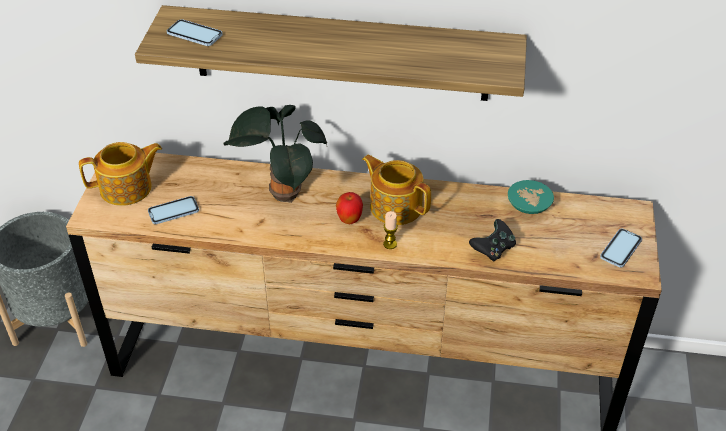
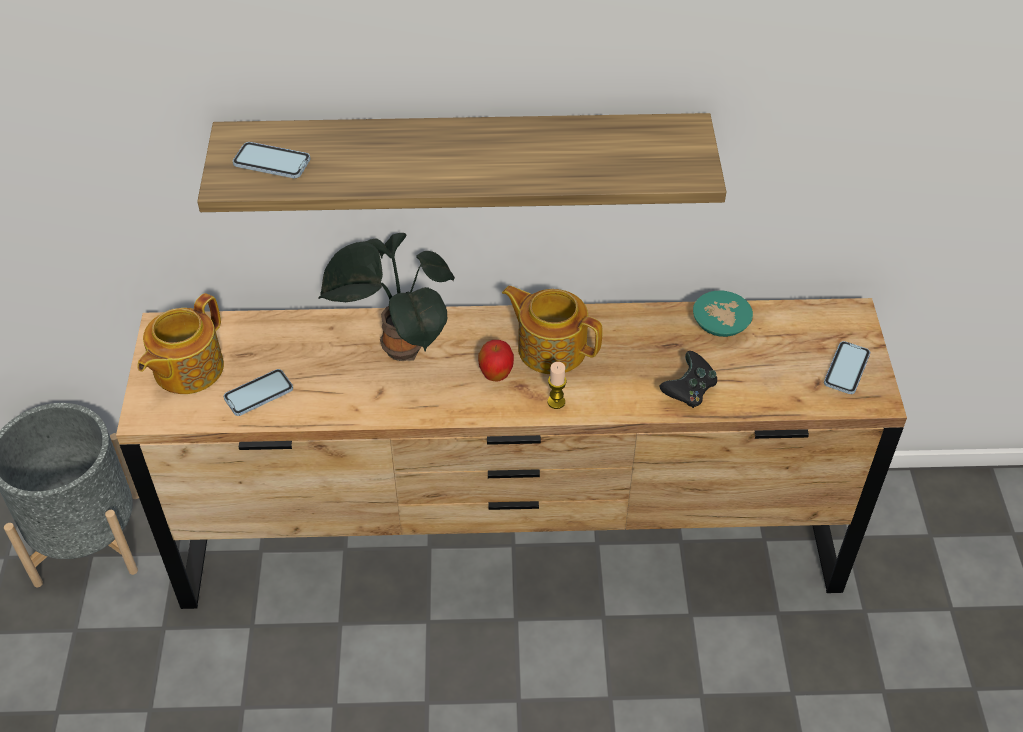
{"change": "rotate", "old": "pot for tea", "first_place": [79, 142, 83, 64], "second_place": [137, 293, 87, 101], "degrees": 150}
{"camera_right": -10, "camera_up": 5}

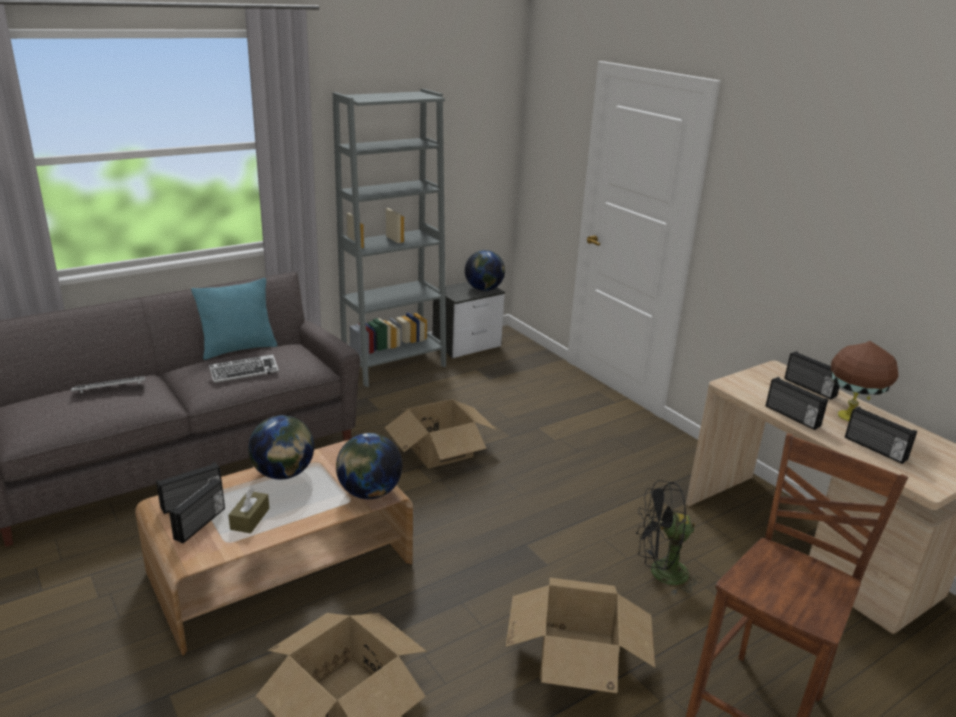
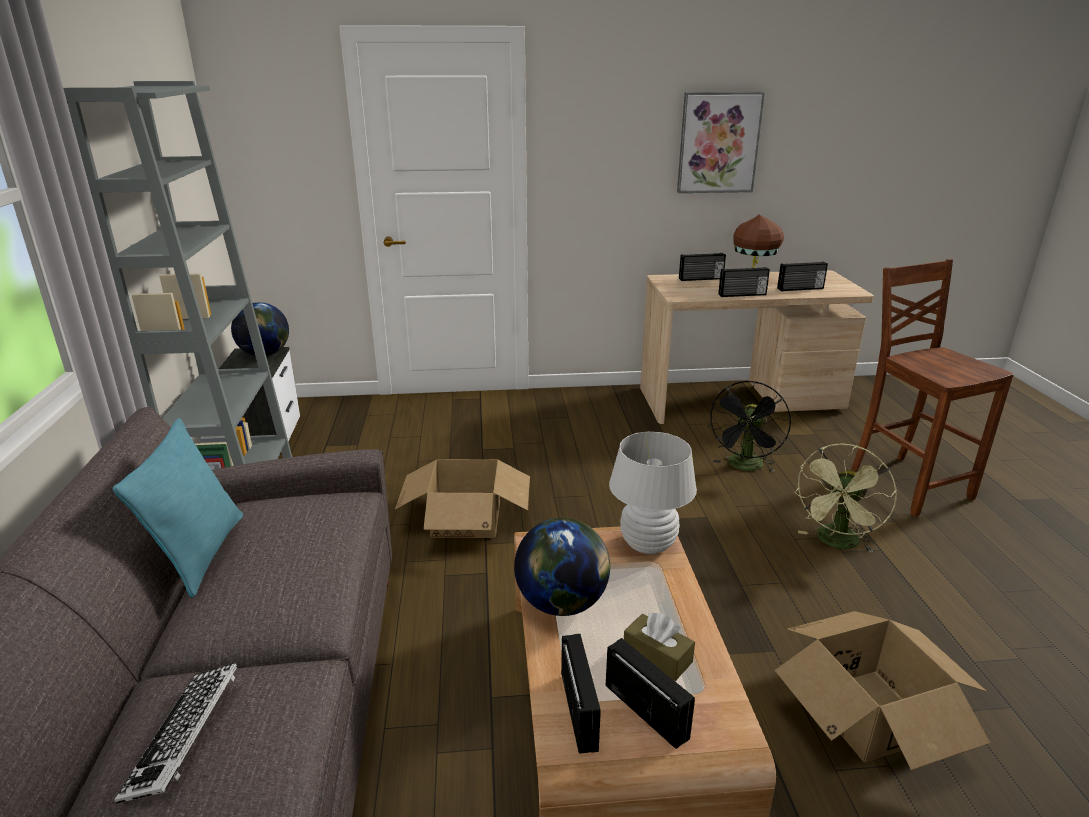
{"change": "delete", "old": "PC keyboard", "first_place": [209, 354, 70, 29]}
{"change": "replace", "old": "desk globe", "new": "white table lamp", "first_place": [336, 433, 66, 66], "second_place": [609, 432, 88, 122]}
{"change": "replace", "old": "carton", "new": "greenish electric fan", "first_place": [506, 578, 149, 115], "second_place": [794, 444, 103, 109]}
{"change": "insert", "new": "wall picture", "second_place": [677, 92, 88, 101]}
{"camera_right": -60, "camera_up": 0}

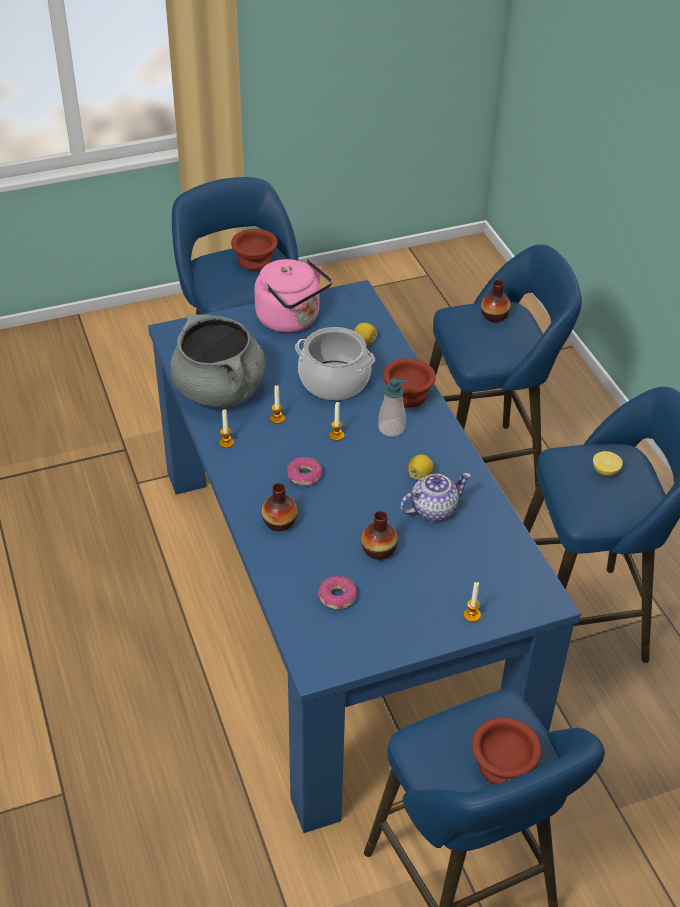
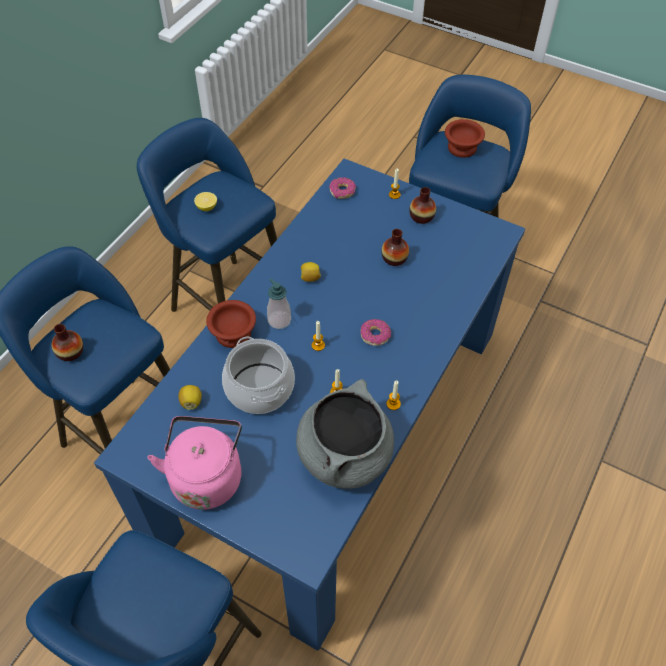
{"change": "delete", "old": "brown-coloured deep dish", "first_place": [231, 229, 47, 42]}
{"change": "delete", "old": "pot for tea", "first_place": [400, 473, 71, 48]}
{"change": "move", "old": "decorative vase", "first_place": [262, 483, 35, 48], "second_place": [409, 187, 27, 37]}
{"change": "move", "old": "donut", "first_place": [318, 576, 39, 33], "second_place": [329, 177, 27, 22]}
{"camera_right": -130, "camera_up": 10}

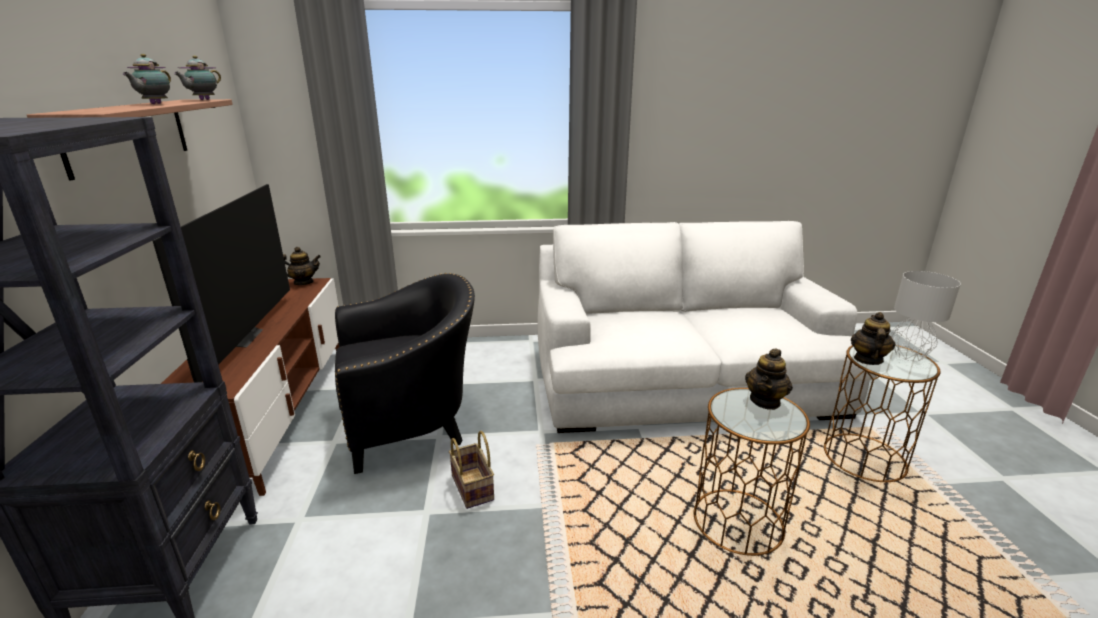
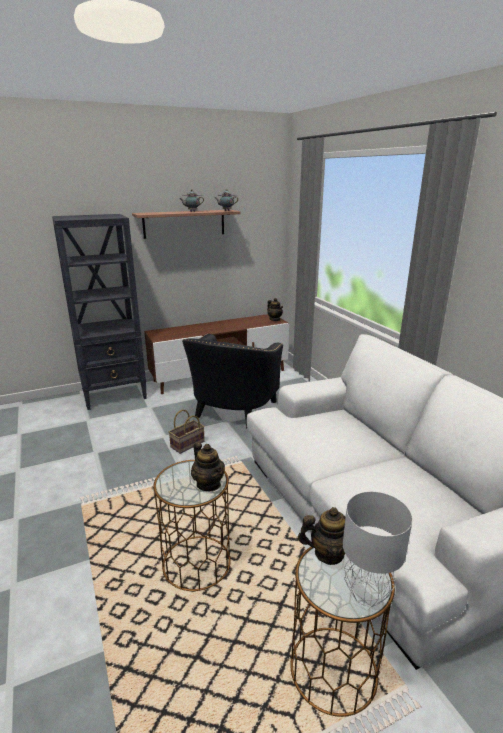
{"change": "delete", "old": "TV set", "first_place": [153, 184, 137, 199]}
{"change": "rotate", "old": "black lounge chair", "first_place": [335, 273, 140, 201], "second_place": [182, 334, 101, 94], "degrees": 60}
{"change": "rotate", "old": "pot for tea", "first_place": [745, 349, 48, 61], "second_place": [191, 442, 34, 49], "degrees": -135}
{"camera_right": 70, "camera_up": 0}

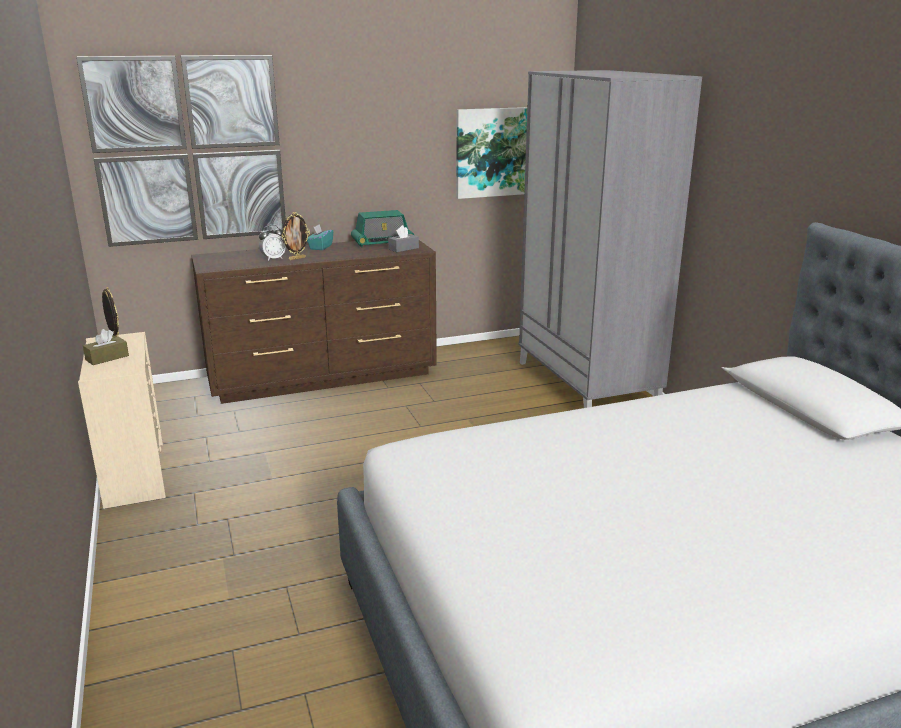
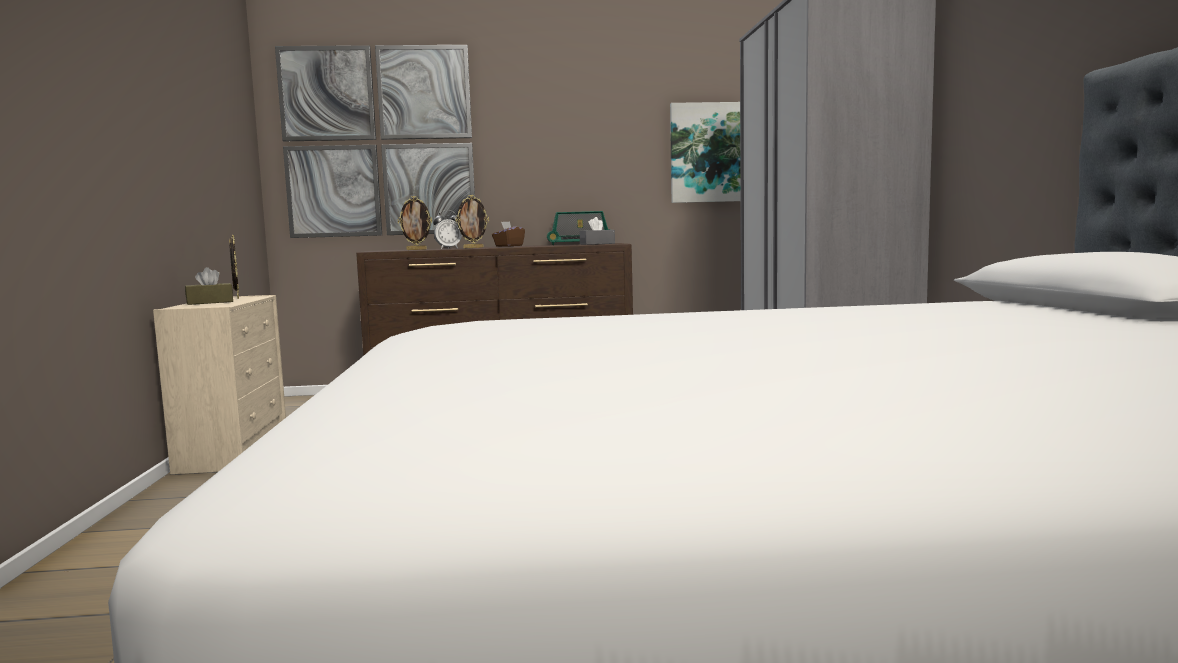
{"change": "recolor", "old": "turquoise box of tissues", "new": "brown-coloured box of tissues", "first_place": [307, 224, 26, 26], "second_place": [492, 221, 33, 26]}
{"change": "insert", "new": "standing frame", "second_place": [398, 196, 34, 54]}
{"camera_right": 15, "camera_up": -15}

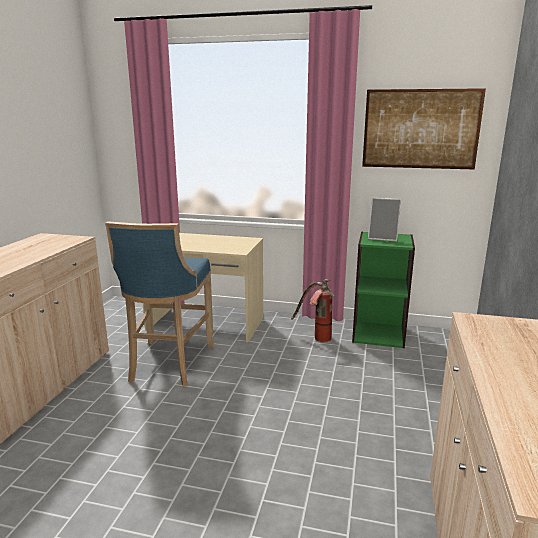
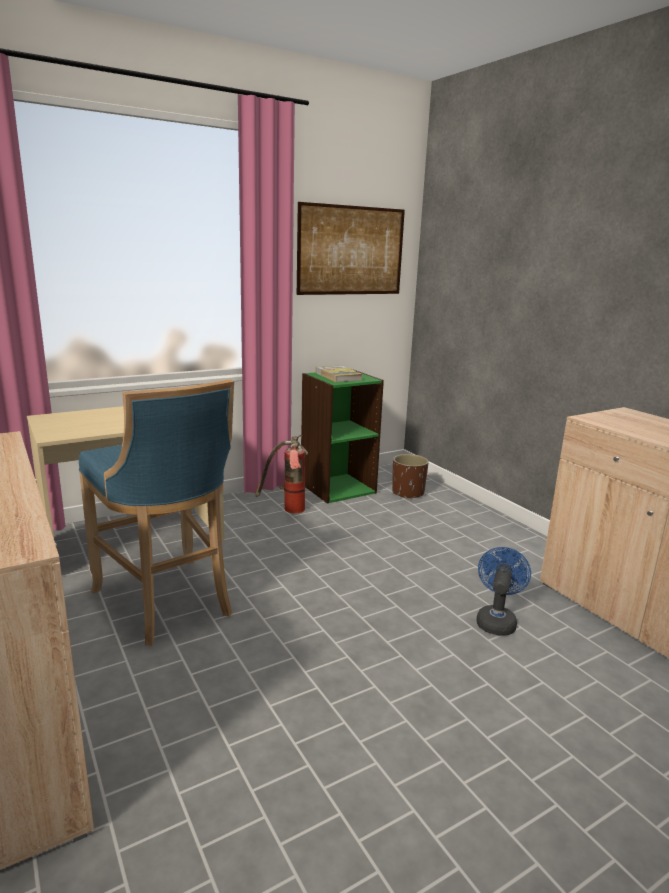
{"change": "replace", "old": "standing frame", "new": "bound book", "first_place": [368, 198, 33, 44], "second_place": [315, 365, 47, 17]}
{"change": "insert", "new": "brown-coloured planter", "second_place": [392, 454, 37, 46]}
{"change": "insert", "new": "blue-coloured electric fan", "second_place": [476, 547, 55, 89]}
{"camera_right": -45, "camera_up": 0}

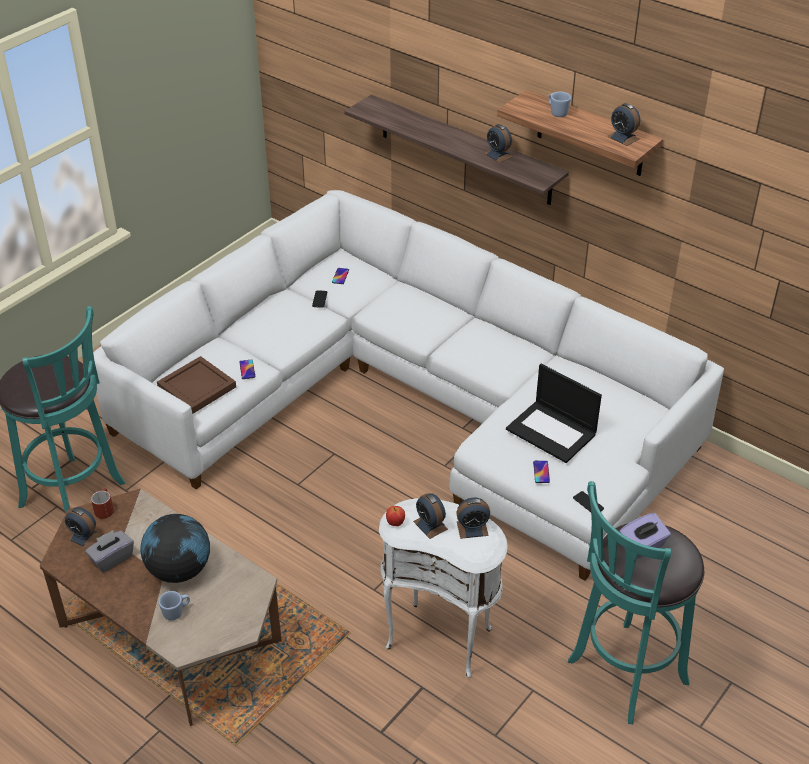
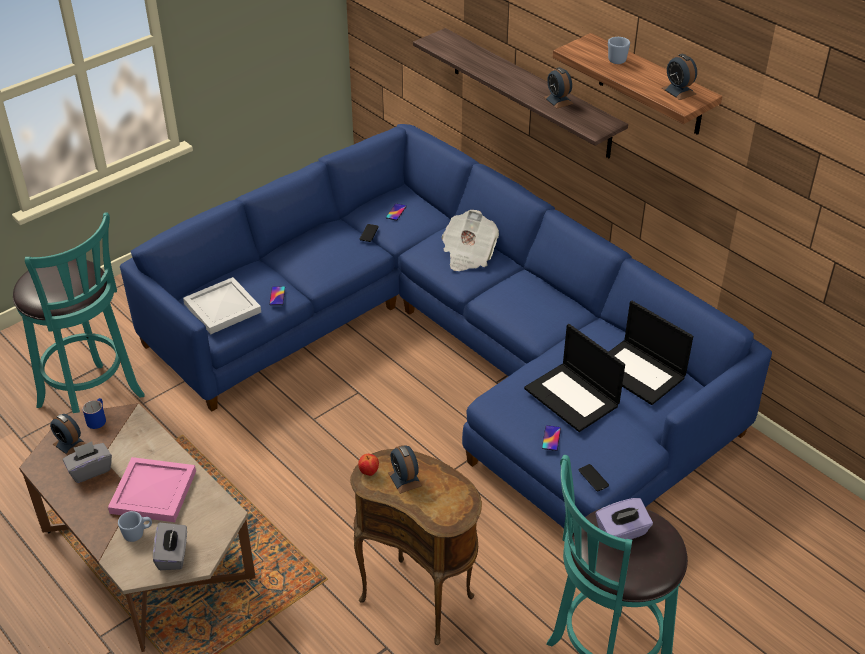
{"change": "recolor", "old": "white sofa", "new": "blue-coloured sofa", "first_place": [93, 190, 631, 391], "second_place": [120, 124, 652, 404]}
{"change": "recolor", "old": "brown-coloured serving tray", "new": "white serving tray", "first_place": [157, 356, 79, 58], "second_place": [183, 277, 78, 57]}
{"change": "recolor", "old": "red-coloured mug", "new": "blue-coloured mug", "first_place": [91, 488, 23, 31], "second_place": [82, 398, 24, 31]}
{"change": "recolor", "old": "white end table", "new": "brown-coloured end table", "first_place": [379, 498, 129, 180], "second_place": [350, 449, 132, 196]}
{"change": "delete", "old": "alarm clock", "first_place": [456, 498, 34, 41]}
{"change": "replace", "old": "desk globe", "new": "pink-coloured serving tray", "first_place": [140, 514, 70, 69], "second_place": [108, 457, 88, 65]}
{"change": "insert", "new": "printed paper", "second_place": [442, 210, 57, 61]}
{"change": "insert", "new": "laptop", "second_place": [609, 301, 84, 104]}
{"change": "insert", "new": "grey box of tissues", "second_place": [153, 522, 34, 48]}
{"camera_right": 10, "camera_up": 0}

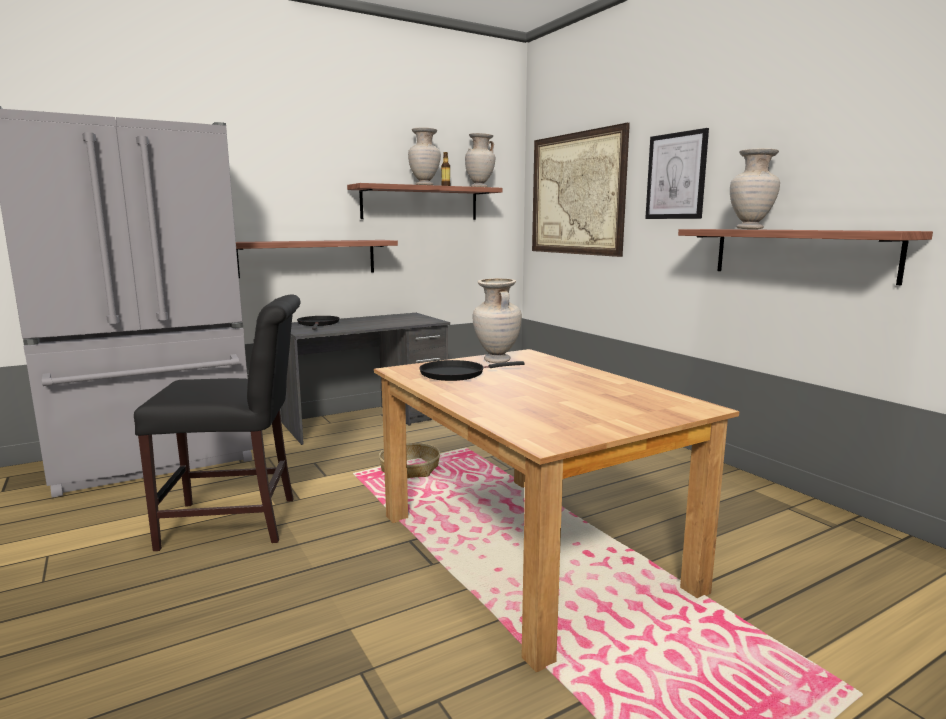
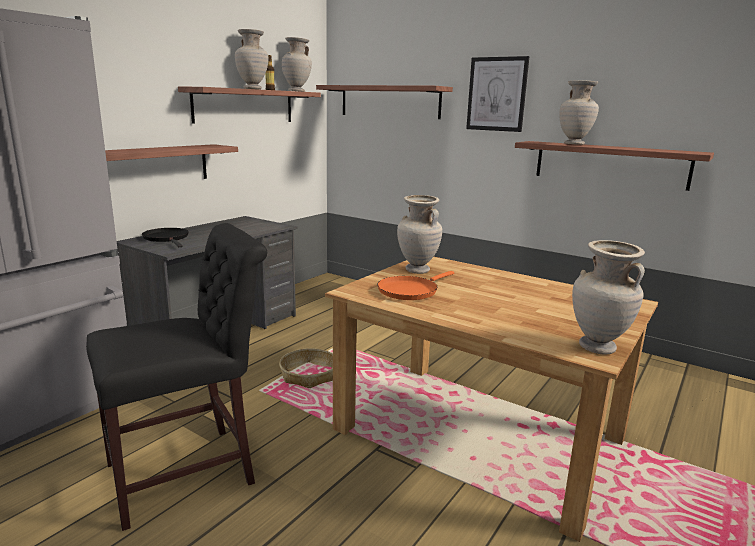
{"change": "replace", "old": "wall picture", "new": "bracket shelf", "first_place": [532, 123, 98, 134], "second_place": [316, 85, 137, 34]}
{"change": "recolor", "old": "black frying pan", "new": "orange-coloured frying pan", "first_place": [419, 360, 106, 21], "second_place": [377, 271, 77, 29]}
{"change": "insert", "new": "sand-coloured decorative vase", "second_place": [572, 240, 73, 115]}
{"camera_right": -25, "camera_up": 5}

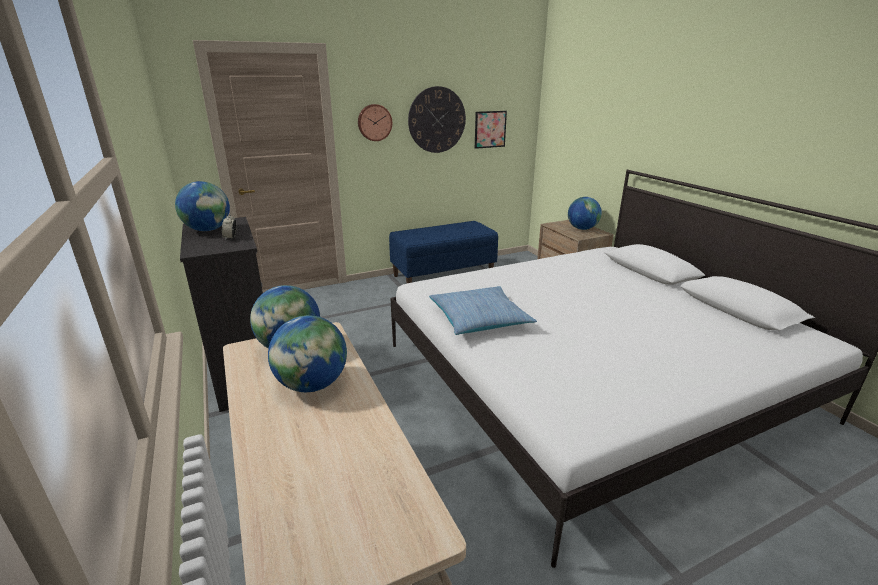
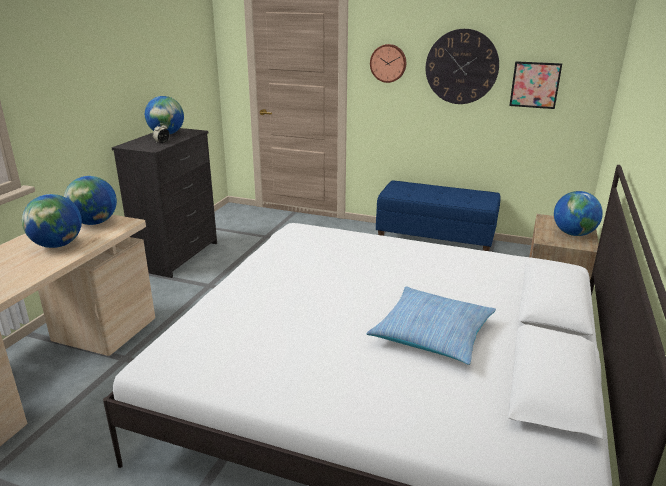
{"change": "move", "old": "pillow", "first_place": [429, 286, 108, 49], "second_place": [367, 286, 129, 79]}
{"camera_right": 45, "camera_up": 0}

